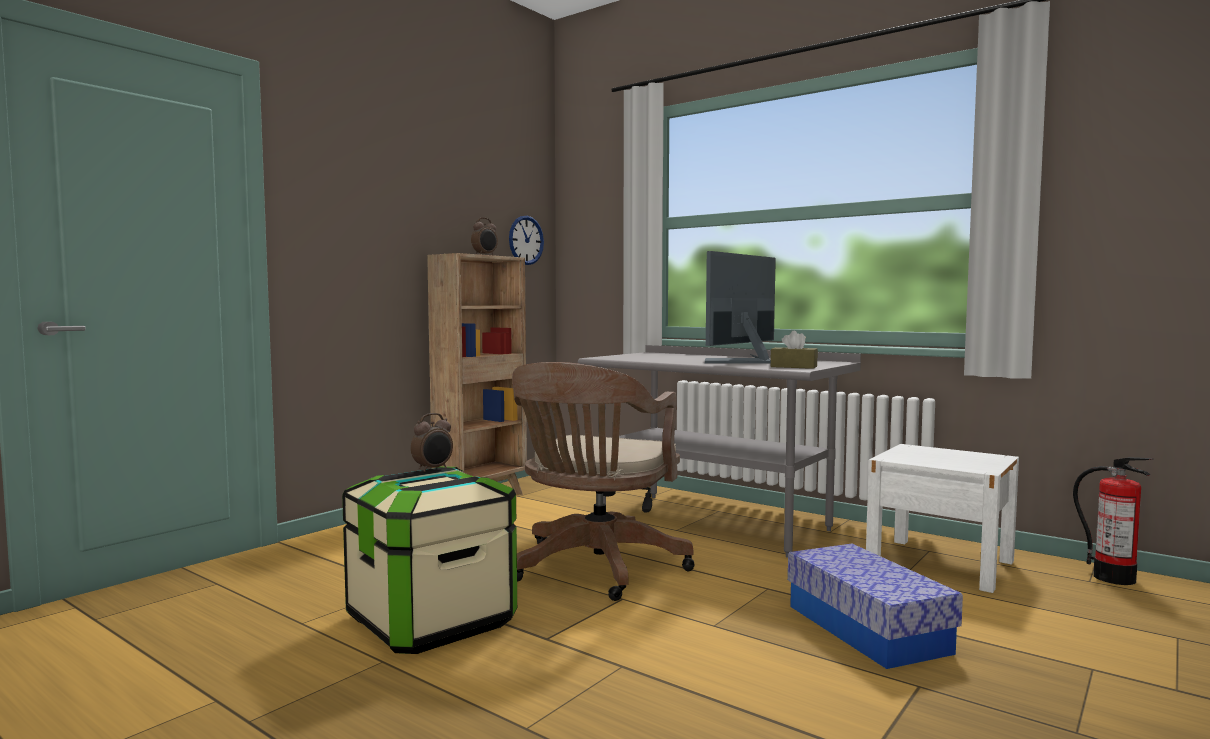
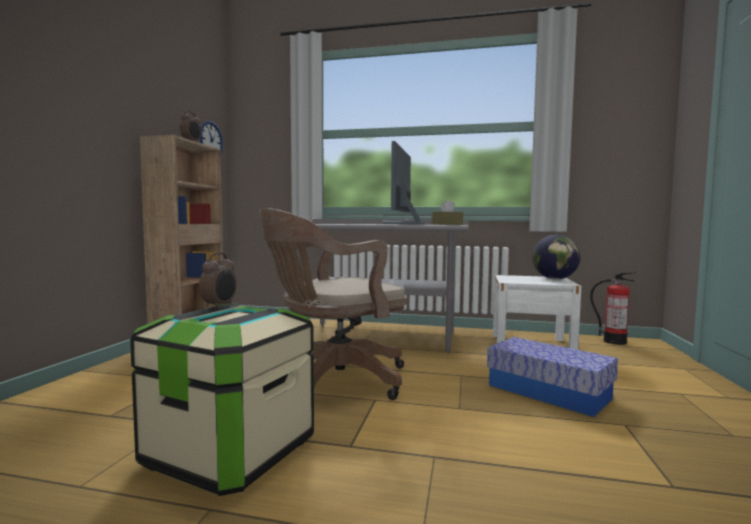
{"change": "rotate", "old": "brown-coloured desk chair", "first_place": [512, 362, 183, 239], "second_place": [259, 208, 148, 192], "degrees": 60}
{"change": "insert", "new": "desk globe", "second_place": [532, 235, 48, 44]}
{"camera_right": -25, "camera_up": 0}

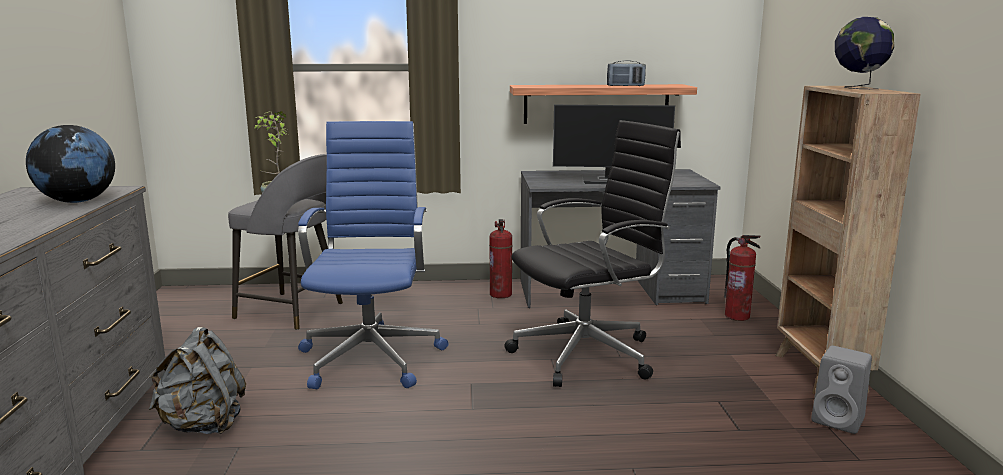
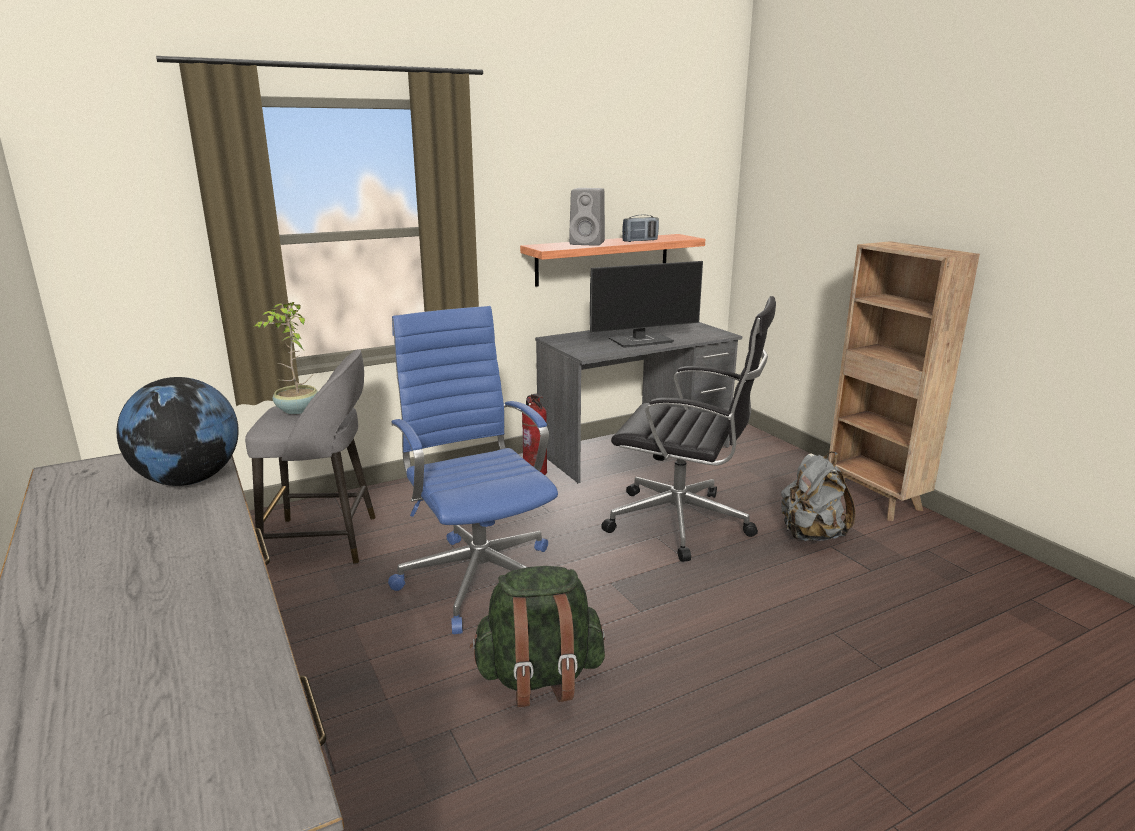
{"change": "delete", "old": "desk globe", "first_place": [835, 17, 59, 72]}
{"change": "rotate", "old": "black desk chair", "first_place": [504, 120, 177, 267], "second_place": [601, 296, 175, 266], "degrees": 75}
{"change": "delete", "old": "fire-fighting cylinder", "first_place": [724, 235, 37, 86]}
{"change": "move", "old": "grey knapsack", "first_place": [149, 327, 97, 108], "second_place": [781, 452, 74, 89]}
{"change": "move", "old": "grey speaker", "first_place": [811, 346, 61, 88], "second_place": [569, 188, 36, 58]}
{"change": "insert", "new": "greenish knapsack", "second_place": [470, 566, 135, 141]}
{"camera_right": -25, "camera_up": 5}

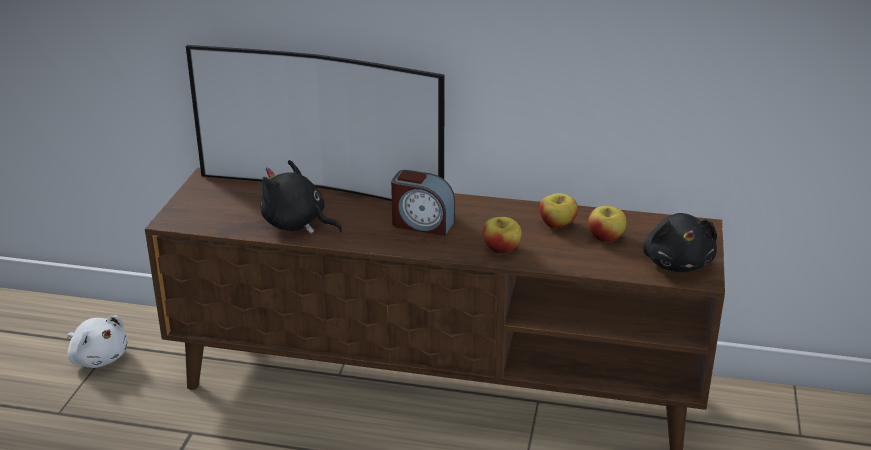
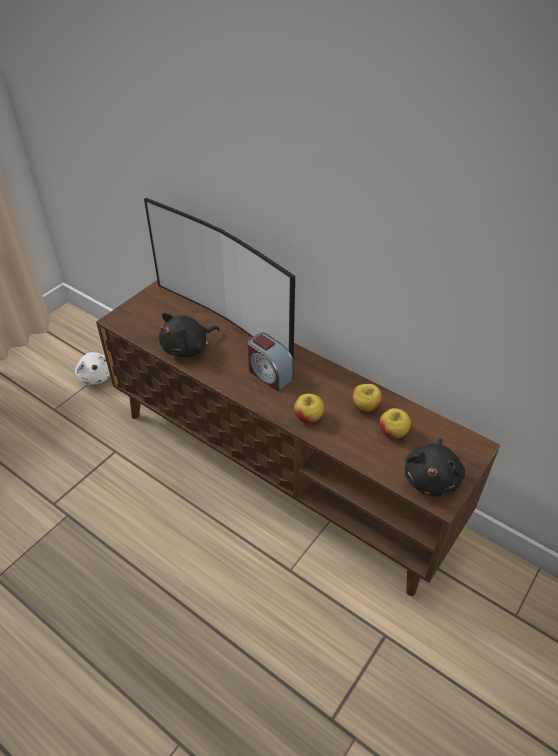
{"change": "rotate", "old": "black cuddly toy", "first_place": [260, 160, 83, 74], "second_place": [159, 313, 61, 44], "degrees": -90}
{"camera_right": 25, "camera_up": 15}

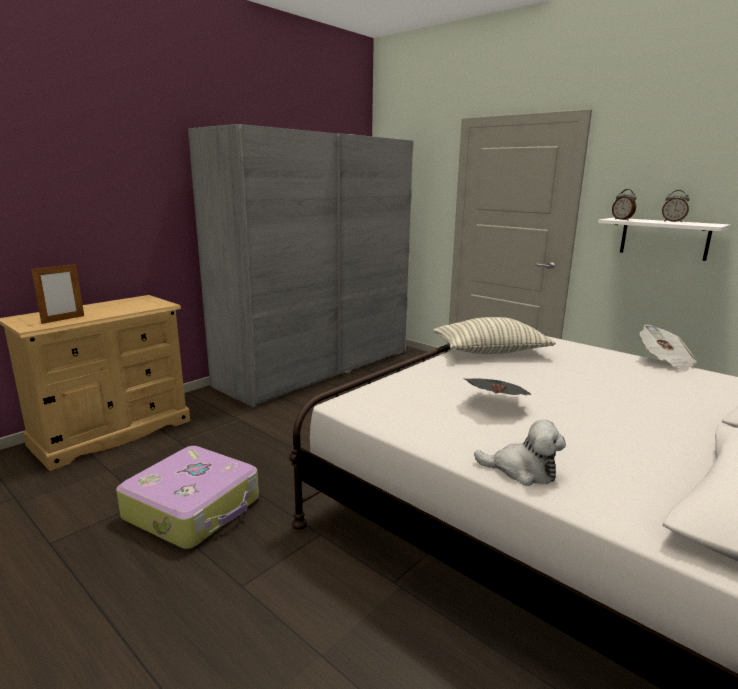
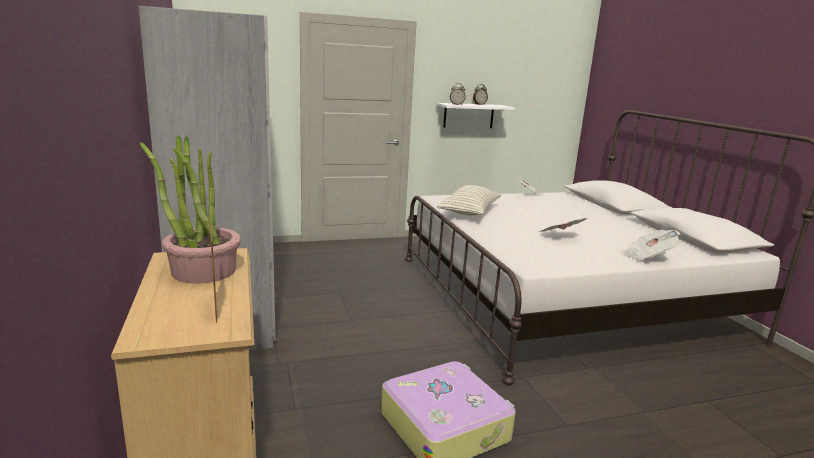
{"change": "replace", "old": "cuddly toy", "new": "printed paper", "first_place": [474, 420, 92, 66], "second_place": [620, 230, 60, 30]}
{"change": "insert", "new": "potted plant", "second_place": [140, 135, 101, 149]}
{"camera_right": -60, "camera_up": 0}

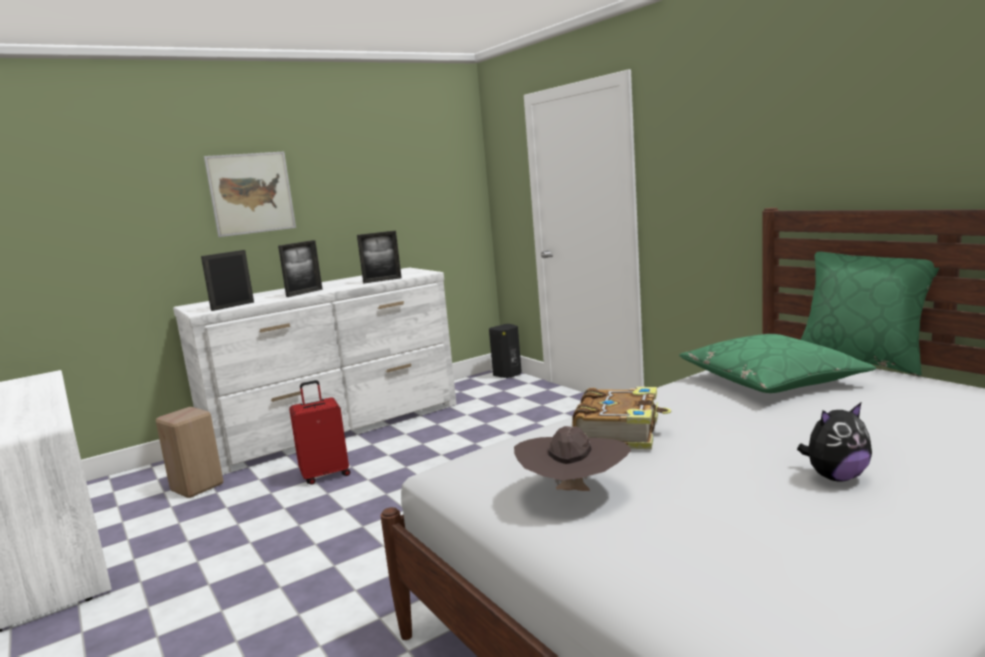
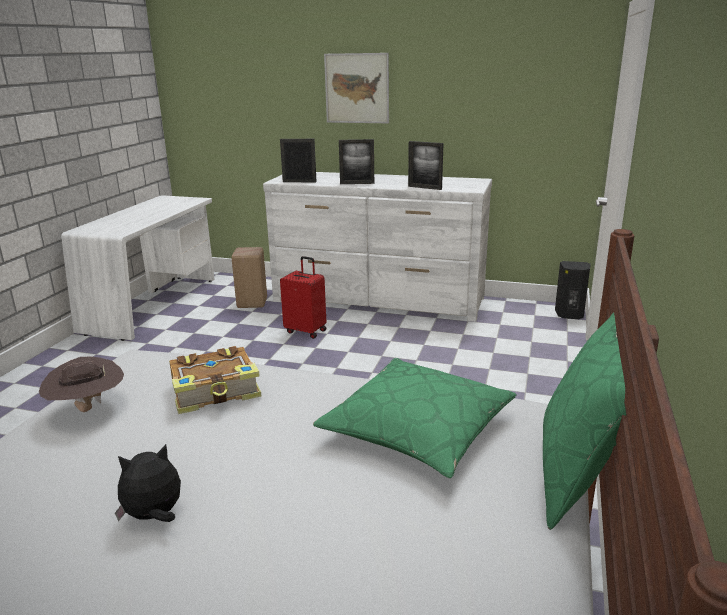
{"change": "rotate", "old": "cuddly toy", "first_place": [797, 403, 75, 79], "second_place": [115, 444, 66, 78], "degrees": 120}
{"camera_right": 50, "camera_up": 10}

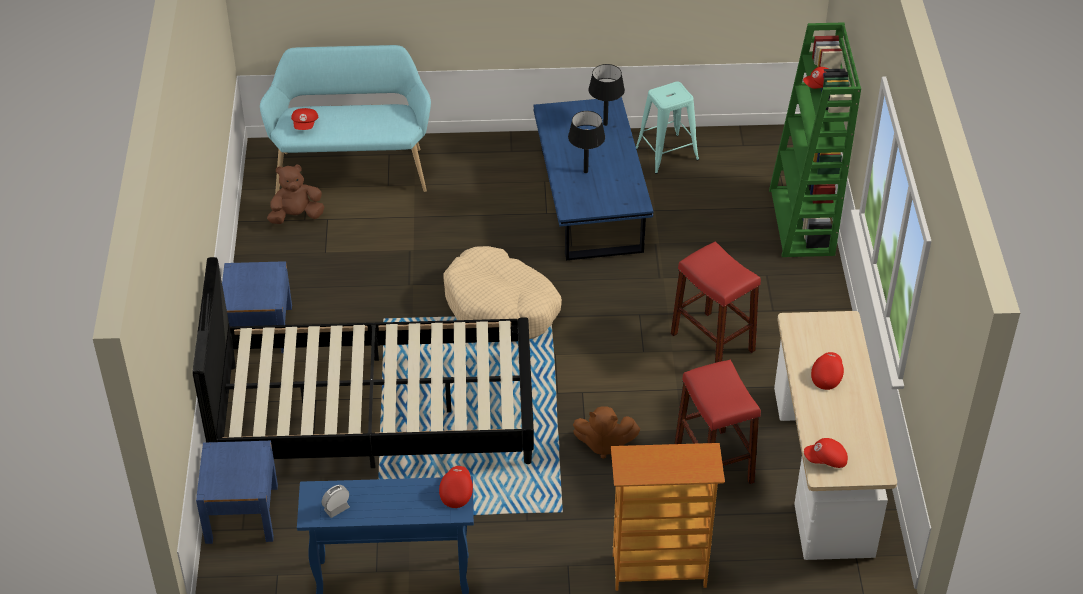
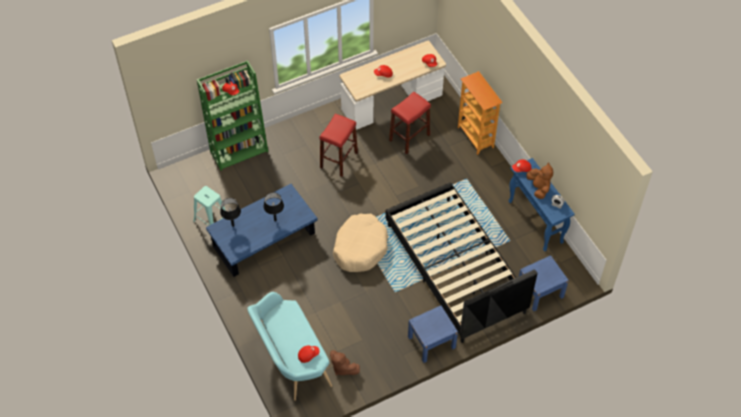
{"change": "move", "old": "brown-coloured cuddly toy", "first_place": [573, 406, 67, 53], "second_place": [526, 163, 27, 36]}
{"camera_right": -115, "camera_up": 10}

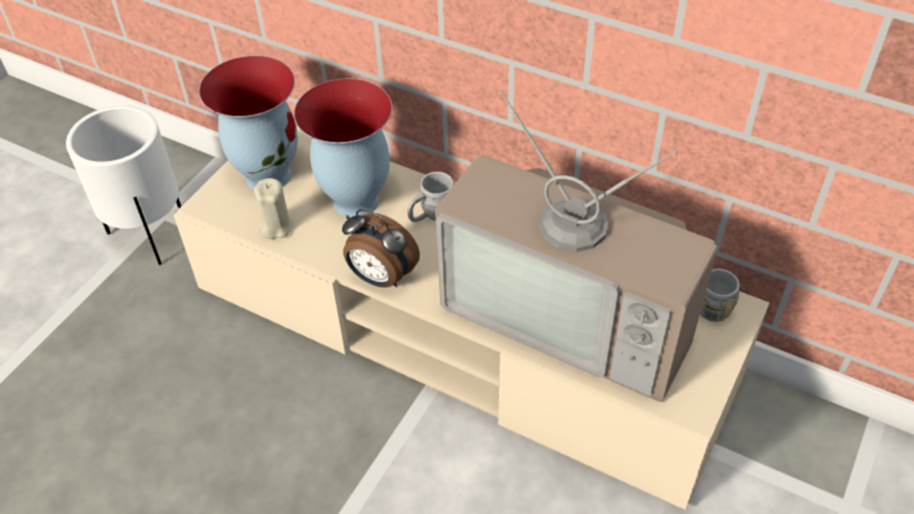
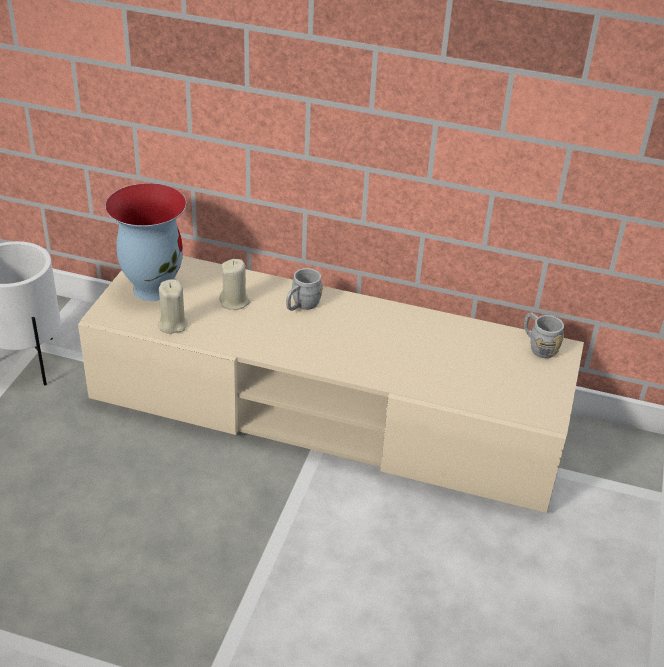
{"change": "replace", "old": "decorative vase", "new": "sand-coloured candle", "first_place": [294, 78, 98, 140], "second_place": [219, 259, 31, 51]}
{"change": "delete", "old": "TV set", "first_place": [435, 90, 283, 312]}
{"change": "delete", "old": "alarm clock", "first_place": [342, 209, 78, 79]}
{"camera_right": -15, "camera_up": -10}

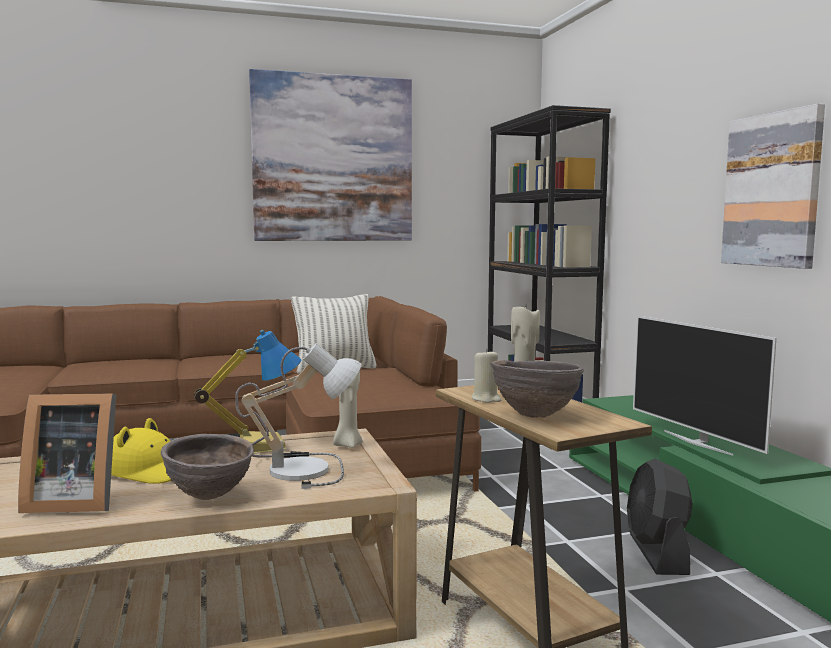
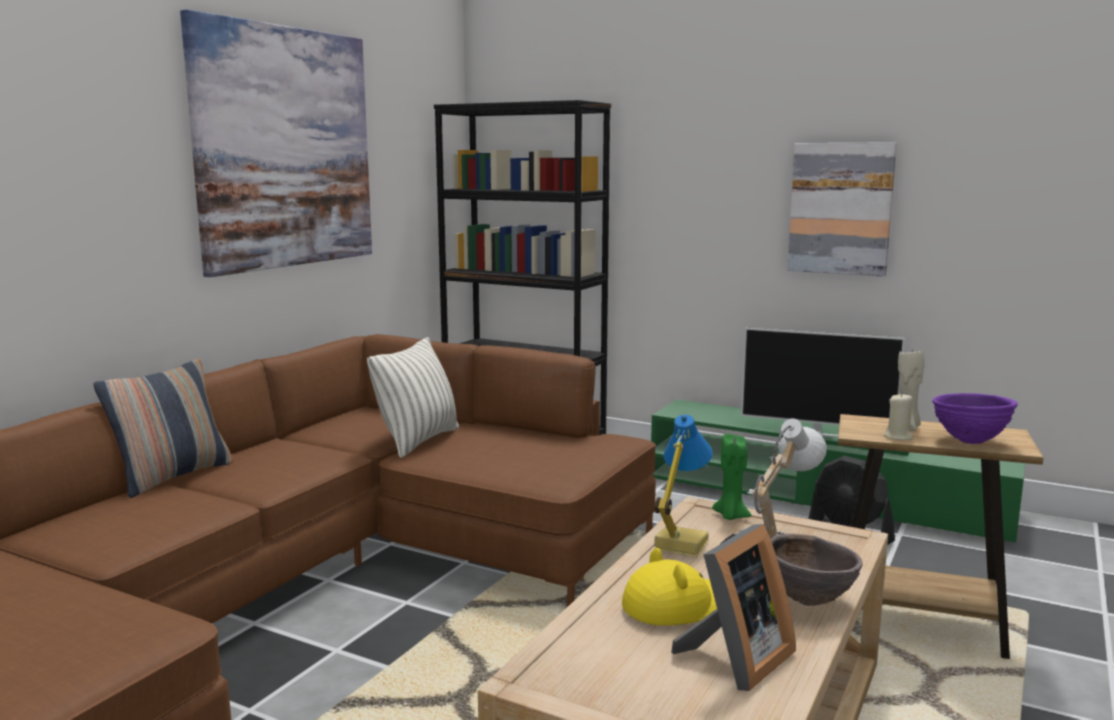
{"change": "recolor", "old": "brown-coloured deep dish", "new": "purple deep dish", "first_place": [491, 360, 93, 58], "second_place": [932, 393, 86, 51]}
{"change": "recolor", "old": "sand-coloured candle", "new": "greenish candle", "first_place": [333, 371, 30, 77], "second_place": [712, 434, 40, 86]}
{"change": "insert", "new": "pillow", "second_place": [94, 359, 139, 139]}
{"camera_right": -45, "camera_up": 5}

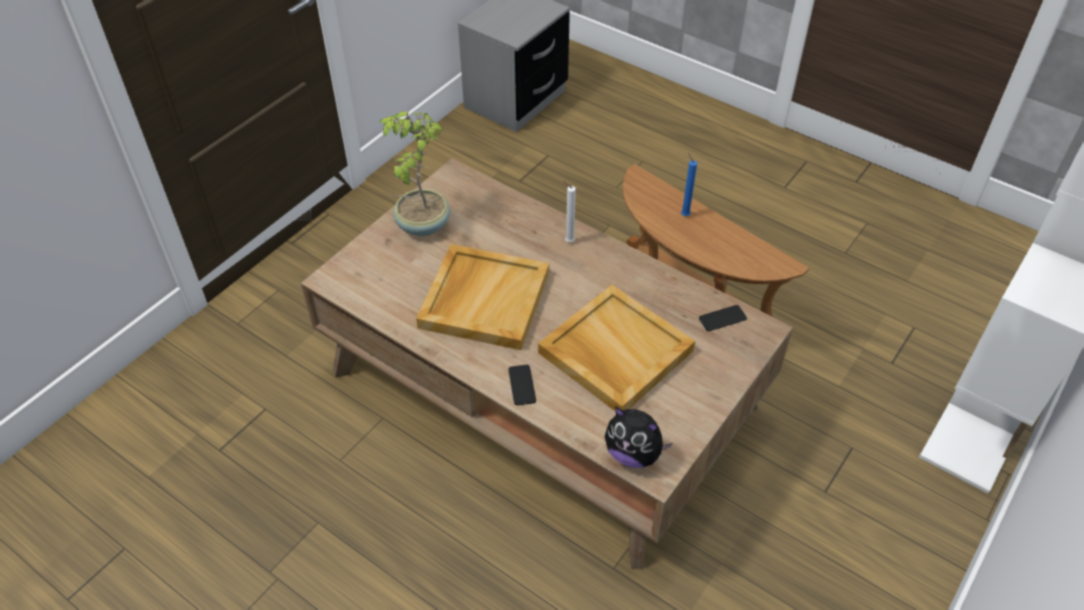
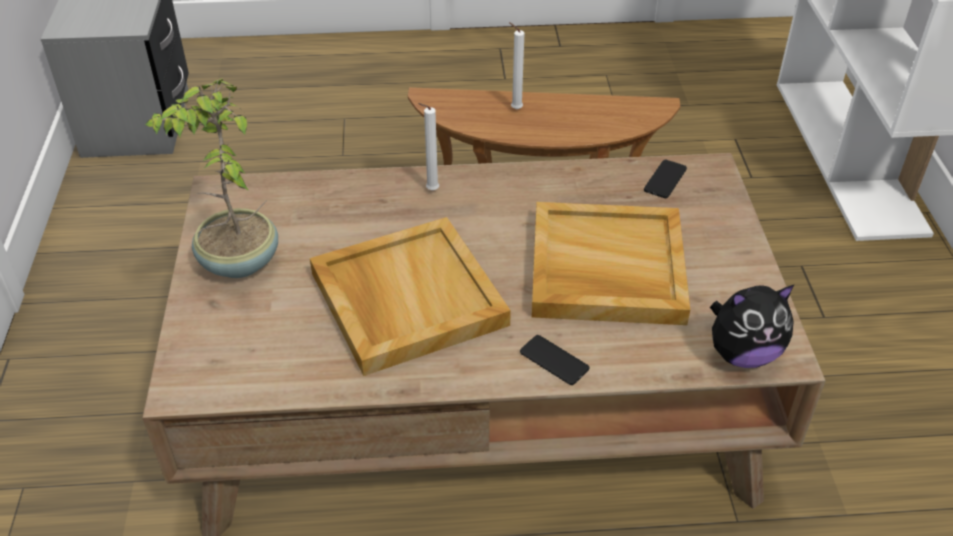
{"change": "recolor", "old": "blue-coloured candle", "new": "white candle", "first_place": [681, 152, 16, 64], "second_place": [509, 22, 15, 88]}
{"camera_right": -40, "camera_up": -5}

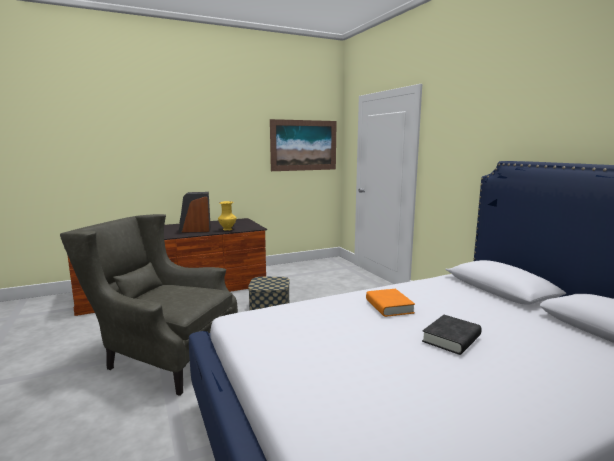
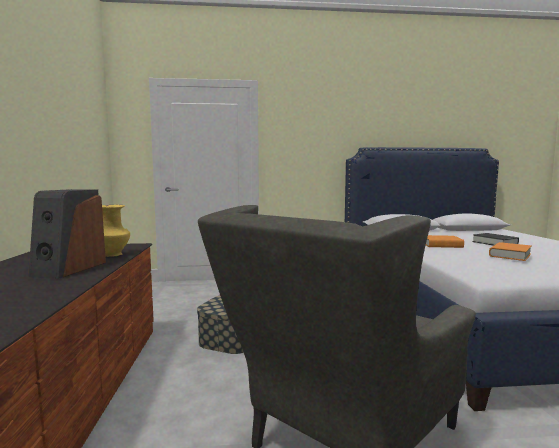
{"change": "delete", "old": "wall picture", "first_place": [270, 119, 67, 52]}
{"change": "insert", "new": "orange-coloured bound book", "second_place": [489, 242, 42, 19]}
{"camera_right": -70, "camera_up": -5}

